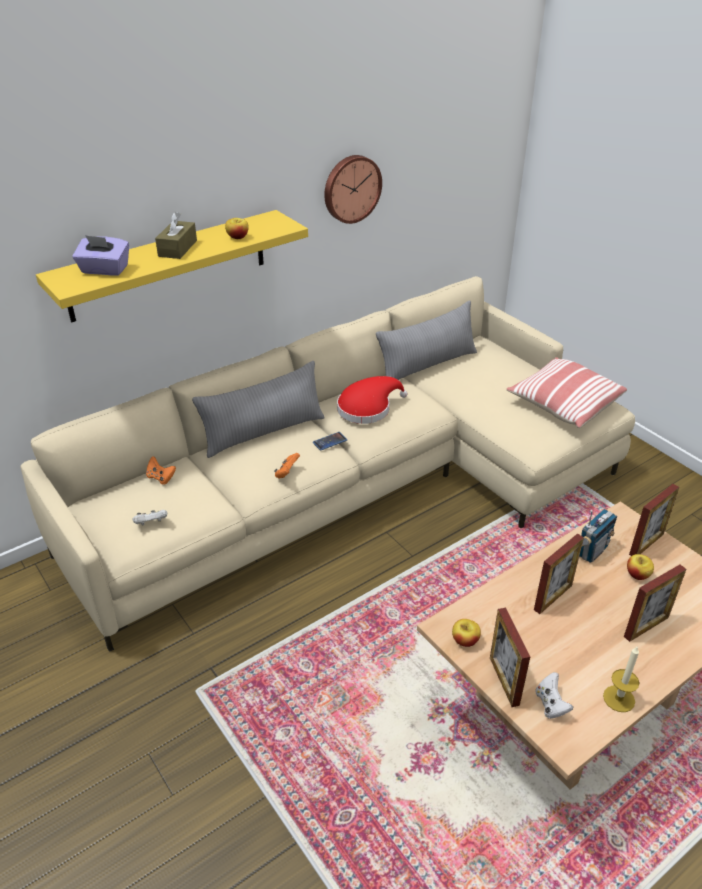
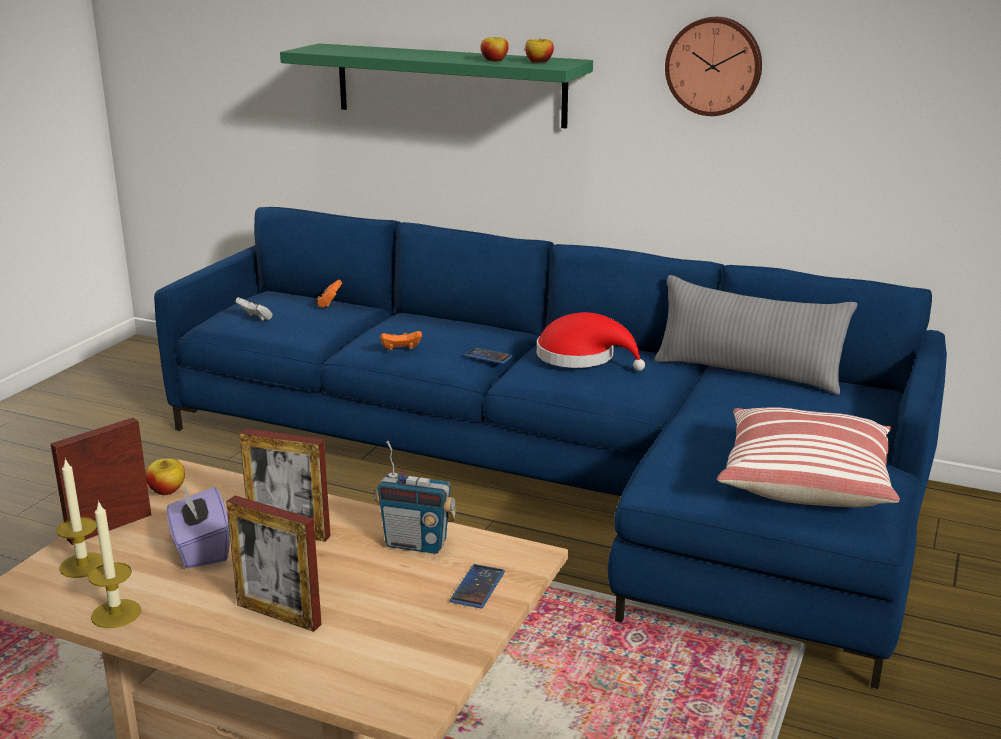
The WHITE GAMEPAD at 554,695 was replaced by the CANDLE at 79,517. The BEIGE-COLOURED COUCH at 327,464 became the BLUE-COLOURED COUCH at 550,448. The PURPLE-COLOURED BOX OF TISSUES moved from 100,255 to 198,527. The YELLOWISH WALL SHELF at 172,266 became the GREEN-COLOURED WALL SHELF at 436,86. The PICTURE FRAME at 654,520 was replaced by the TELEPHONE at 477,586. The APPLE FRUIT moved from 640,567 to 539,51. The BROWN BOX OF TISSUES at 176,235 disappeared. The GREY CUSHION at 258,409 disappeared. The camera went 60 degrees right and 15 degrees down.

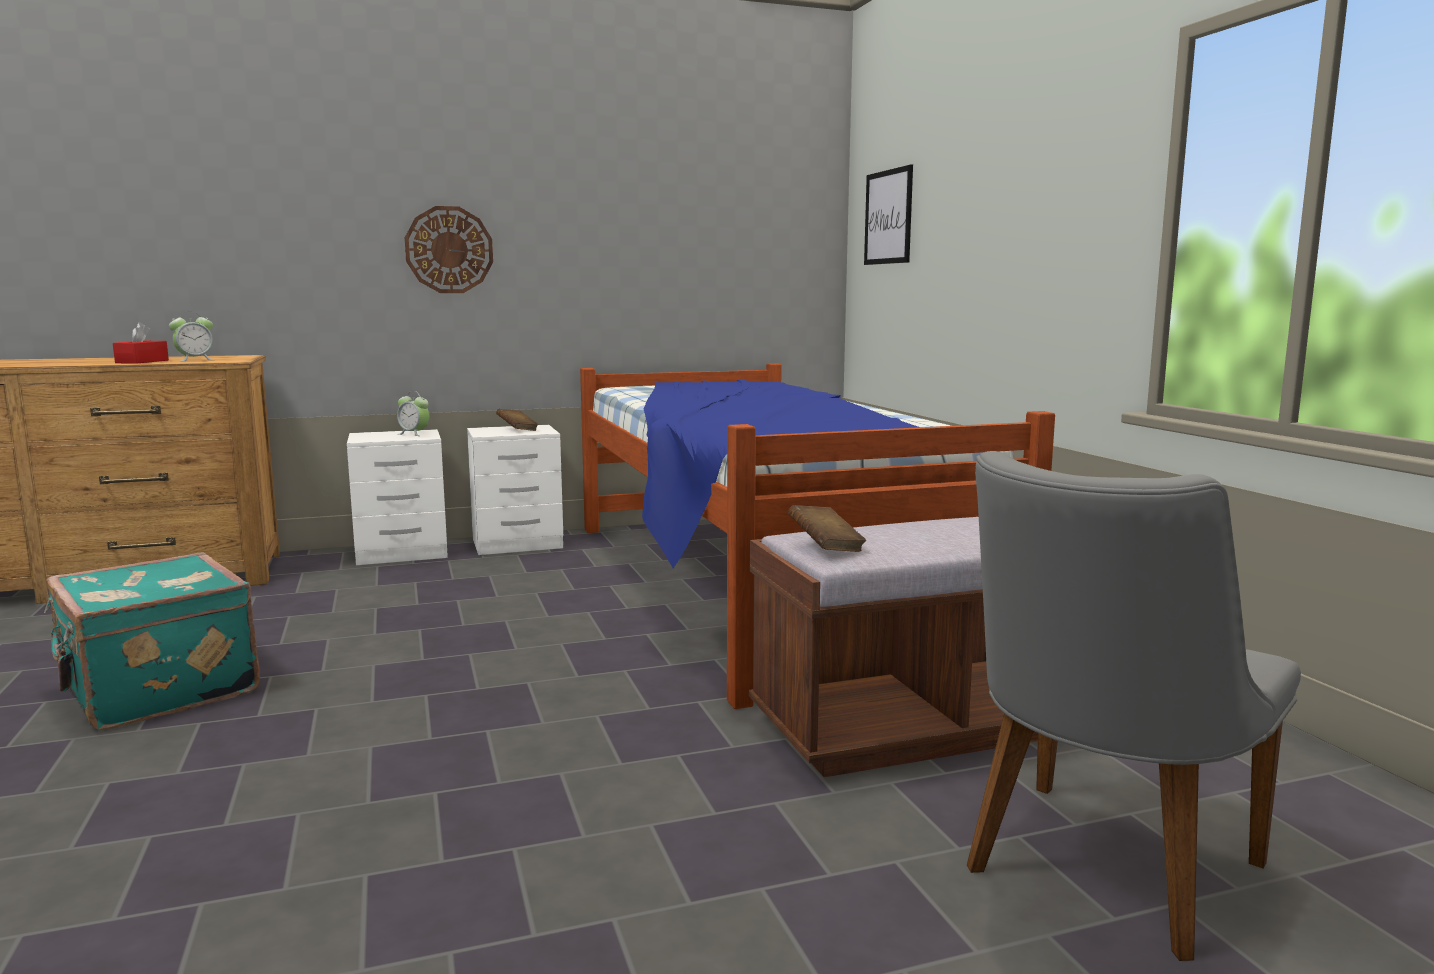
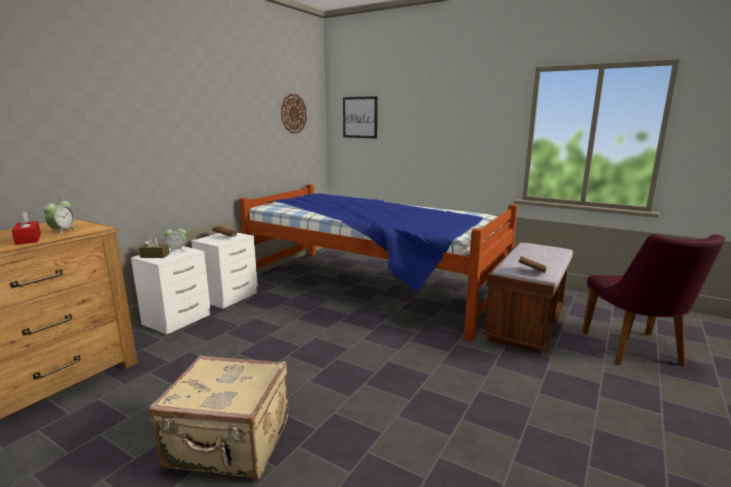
The BROWN BOX OF TISSUES at 154,247 appeared. The BLUE-GREEN SUITCASE at 152,641 became the BEIGE-COLOURED SUITCASE at 219,417. The CLOCK ON THE WALL moved from 449,249 to 294,114. The GREY UPRIGHT CHAIR at 1134,706 became the PURPLE-COLOURED UPRIGHT CHAIR at 653,300. The camera went 40 degrees left and 5 degrees up.

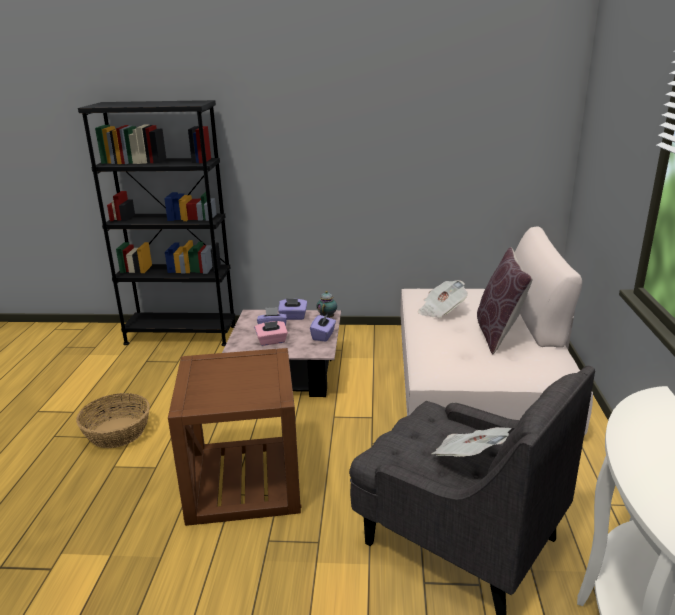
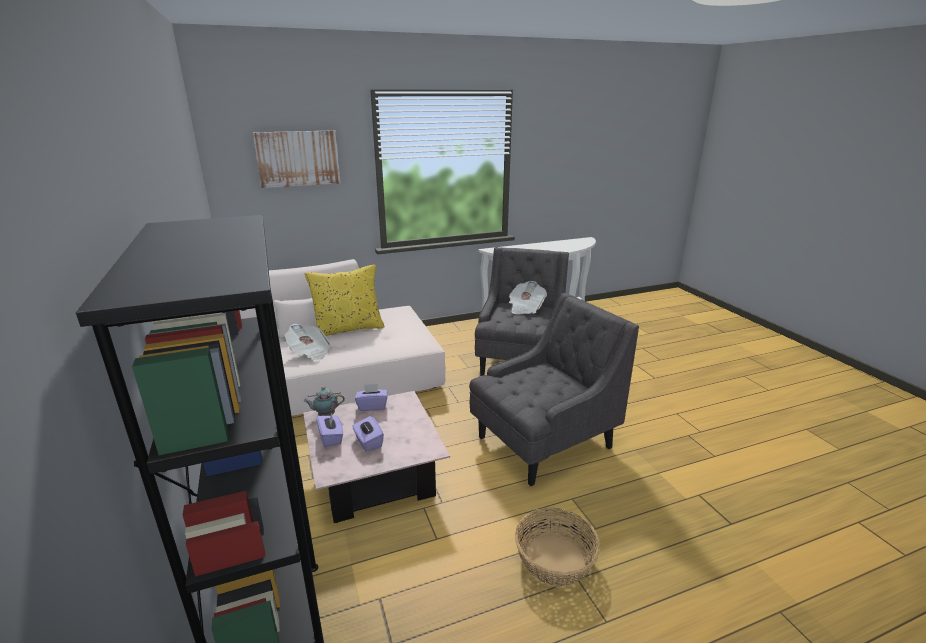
The WALL ART at 297,159 appeared. The BROWN CUSHION at 505,300 became the YELLOWISH CUSHION at 345,300. The BROWN ACCENT TABLE at 235,437 was replaced by the GREY ARMCHAIR at 554,389. The PINKISH BOX OF TISSUES at 271,333 disappeared. The camera went 115 degrees left and 0 degrees up.

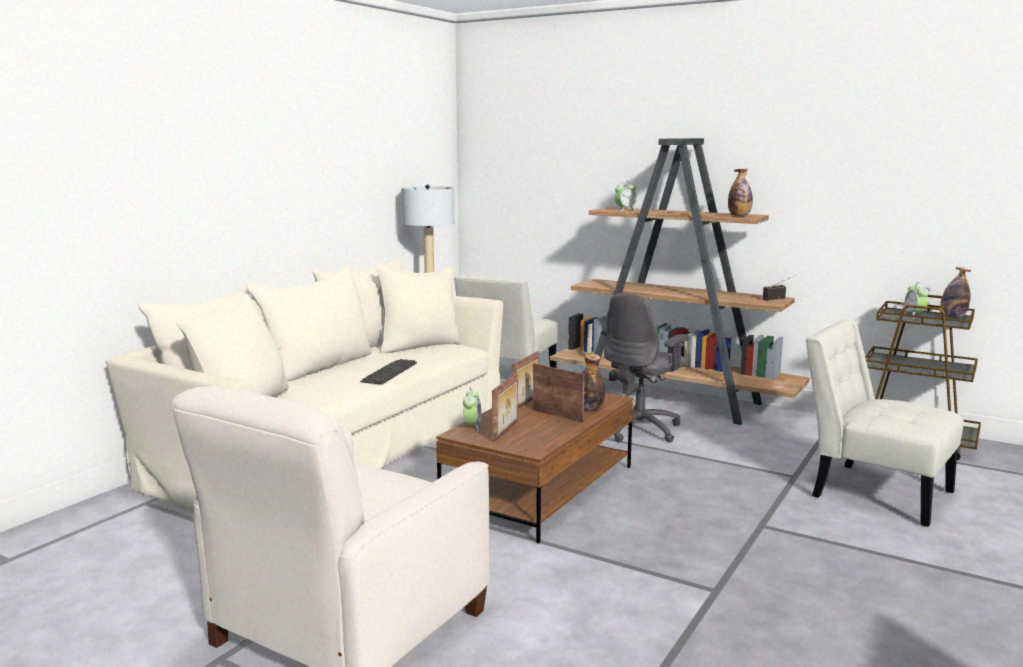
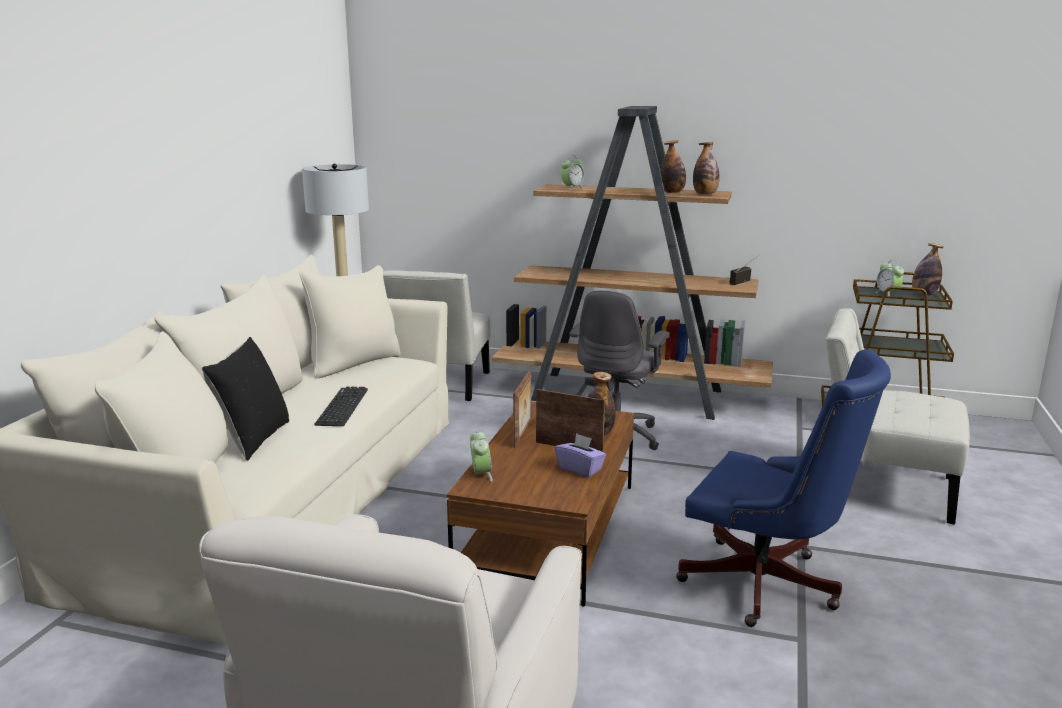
The BLACKISH CUSHION at 245,399 appeared. The PURPLE-COLOURED BOX OF TISSUES at 580,455 appeared. The DRINK BOTTLE at 673,166 appeared. The BLUE-COLOURED DESK CHAIR at 783,488 appeared. The PICTURE FRAME at 505,408 disappeared. The camera went 15 degrees left and 5 degrees up.

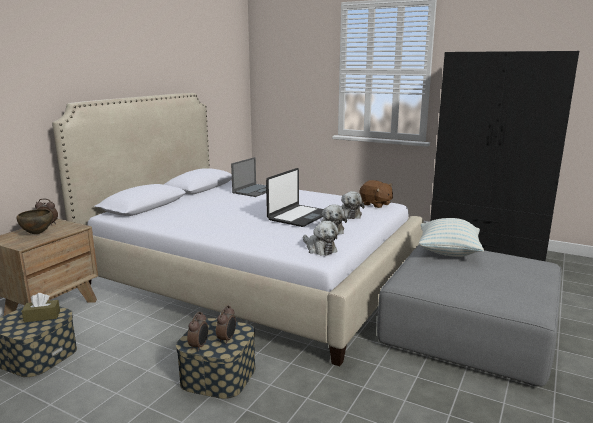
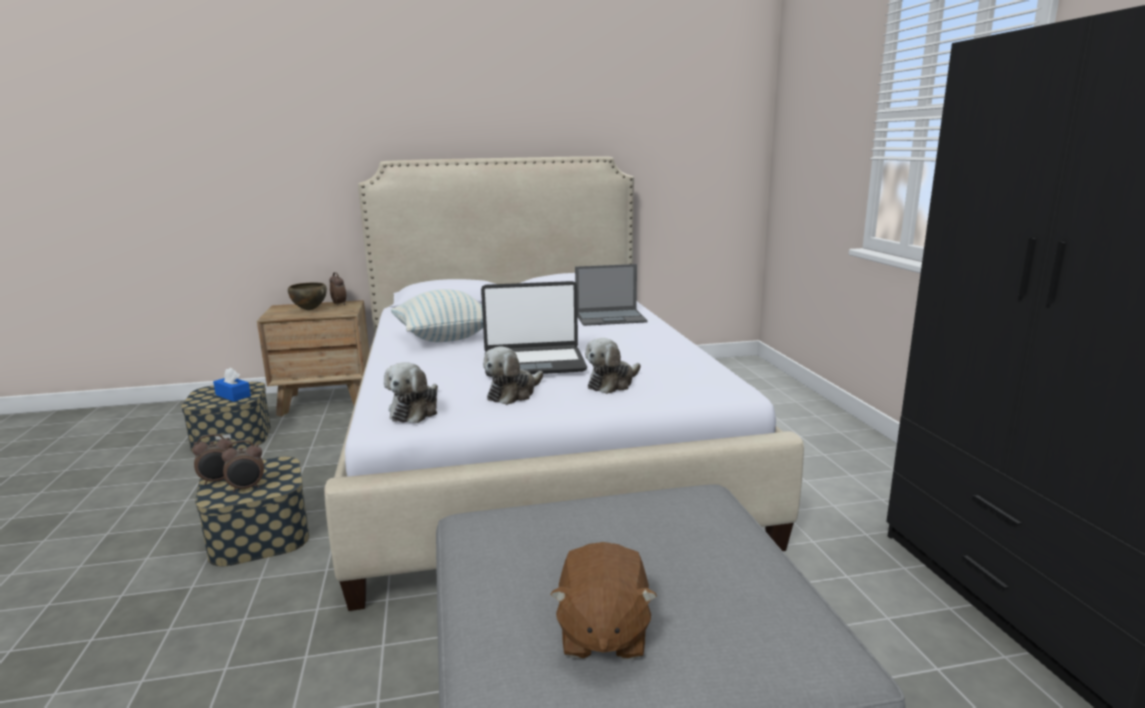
The BROWN BOX OF TISSUES at 41,308 became the BLUE-COLOURED BOX OF TISSUES at 232,385. The CUSHION moved from 451,237 to 437,315. The BROWN CUDDLY TOY moved from 376,194 to 603,600. The camera went 50 degrees right and 0 degrees up.

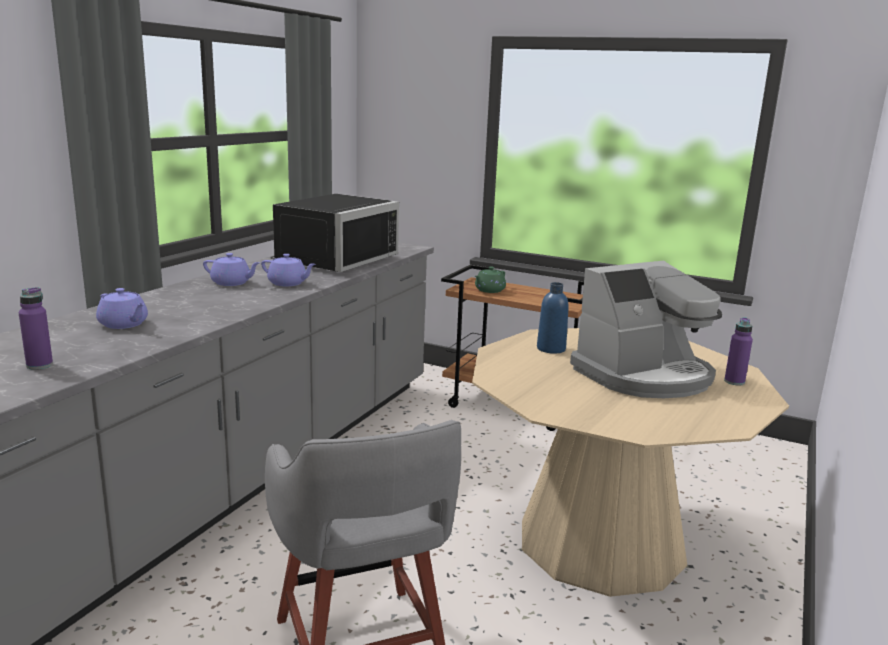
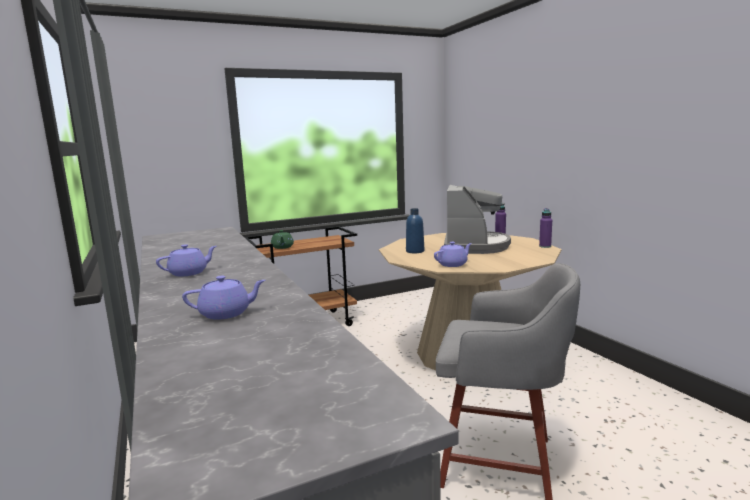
The PURPLE-COLOURED TEAPOT moved from 288,270 to 453,254. The PURPLE-COLOURED DRINK BOTTLE moved from 36,328 to 545,228. The BLACKISH MICROWAVE at 334,233 disappeared. The camera went 50 degrees left and 5 degrees down.

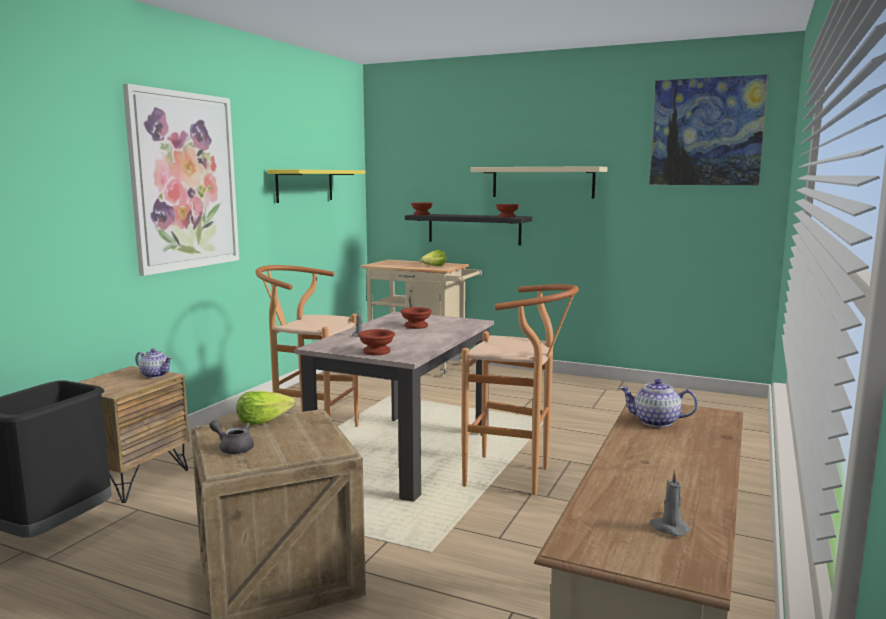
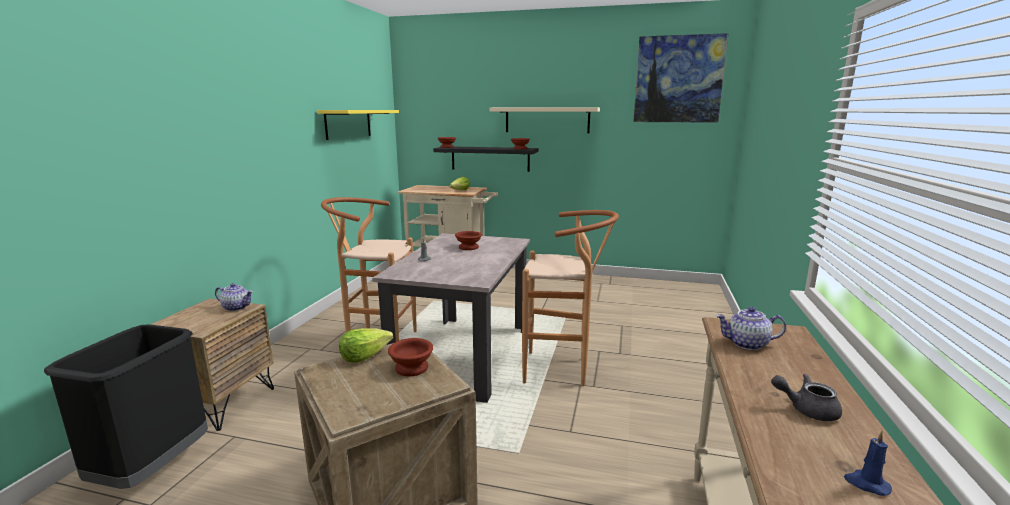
The BROWN DEEP DISH moved from 376,342 to 410,357. The GREY TEAPOT moved from 231,437 to 806,397. The GREY CANDLE at 670,503 became the BLUE-COLOURED CANDLE at 868,463. The WALL ART at 181,180 disappeared. The camera went 10 degrees left and 5 degrees up.

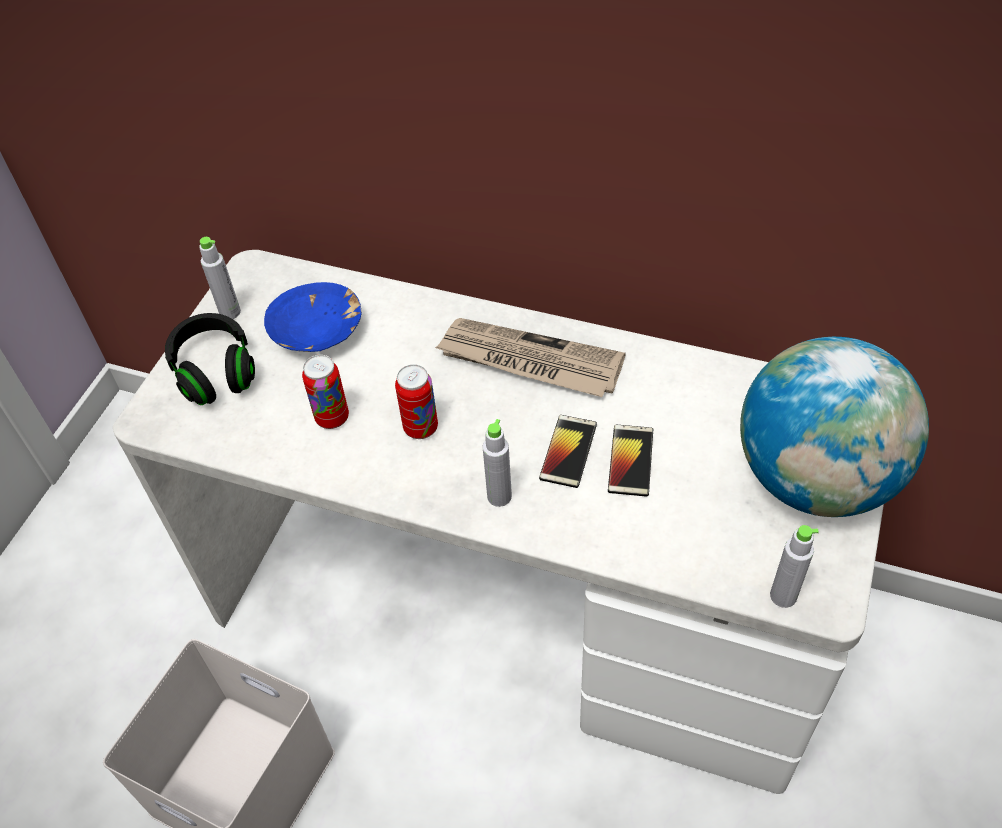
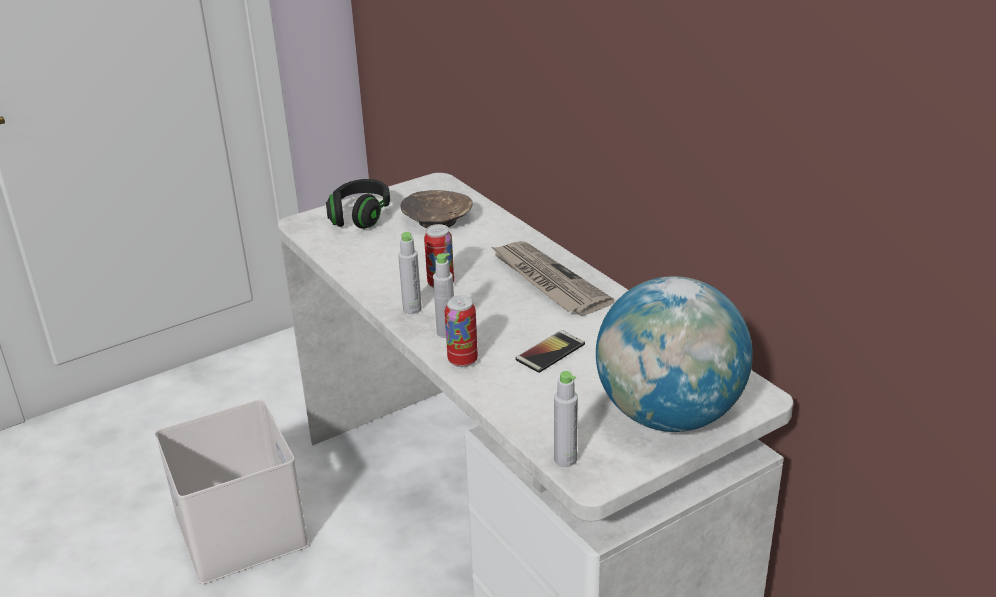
The GREY DRINK BOTTLE moved from 220,278 to 410,273. The BLUE-COLOURED DEEP DISH at 313,317 became the BROWN DEEP DISH at 437,209. The METAL CAN moved from 325,392 to 461,331. The TELEPHONE at 568,451 disappeared. The camera went 35 degrees right and 20 degrees down.

